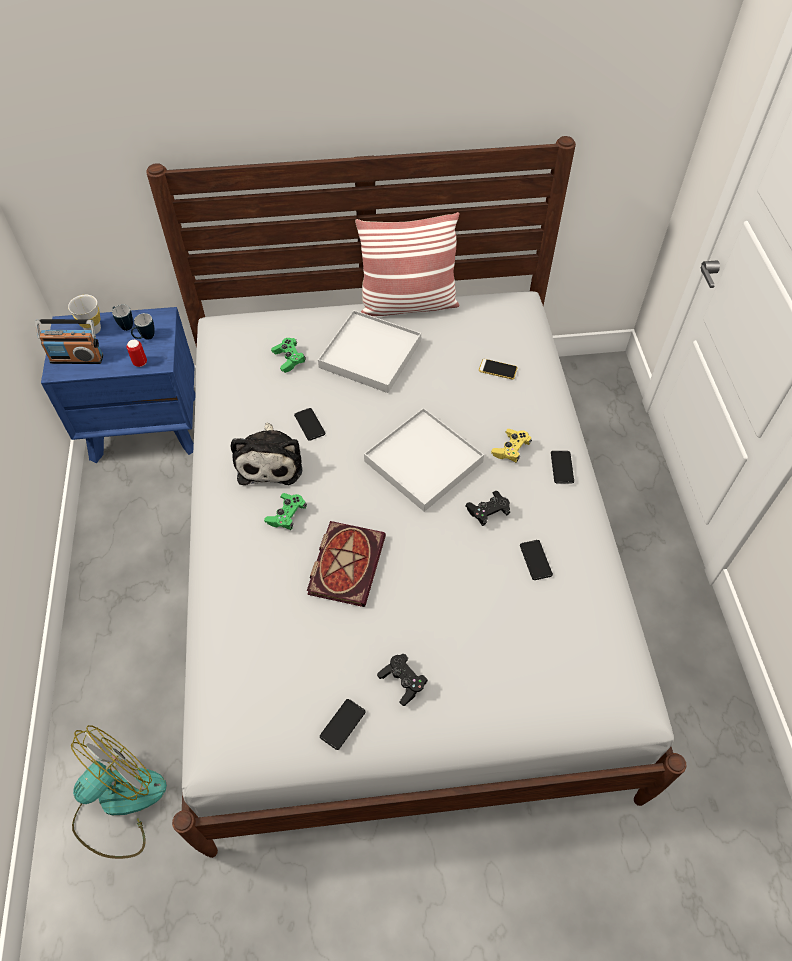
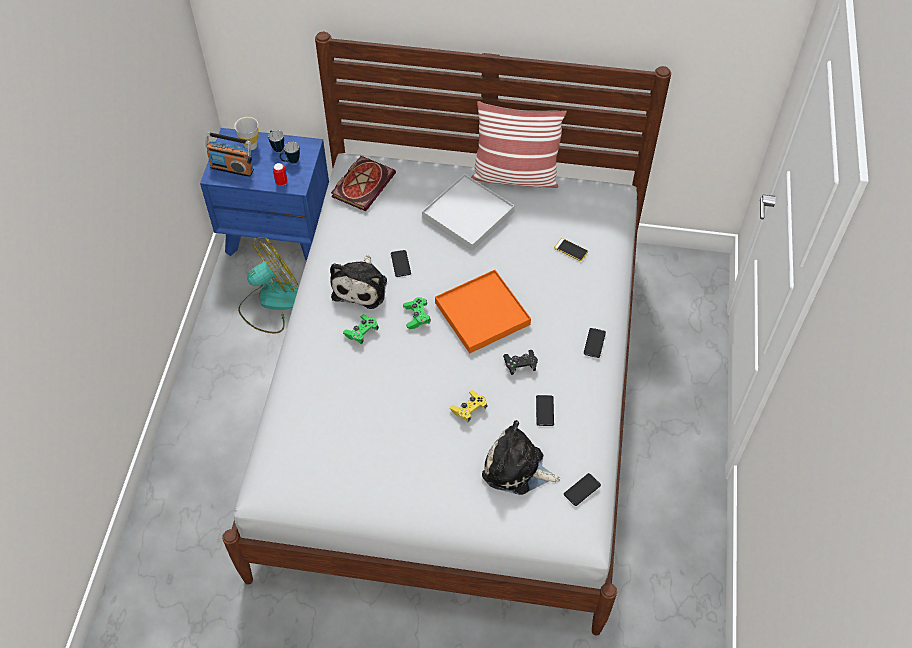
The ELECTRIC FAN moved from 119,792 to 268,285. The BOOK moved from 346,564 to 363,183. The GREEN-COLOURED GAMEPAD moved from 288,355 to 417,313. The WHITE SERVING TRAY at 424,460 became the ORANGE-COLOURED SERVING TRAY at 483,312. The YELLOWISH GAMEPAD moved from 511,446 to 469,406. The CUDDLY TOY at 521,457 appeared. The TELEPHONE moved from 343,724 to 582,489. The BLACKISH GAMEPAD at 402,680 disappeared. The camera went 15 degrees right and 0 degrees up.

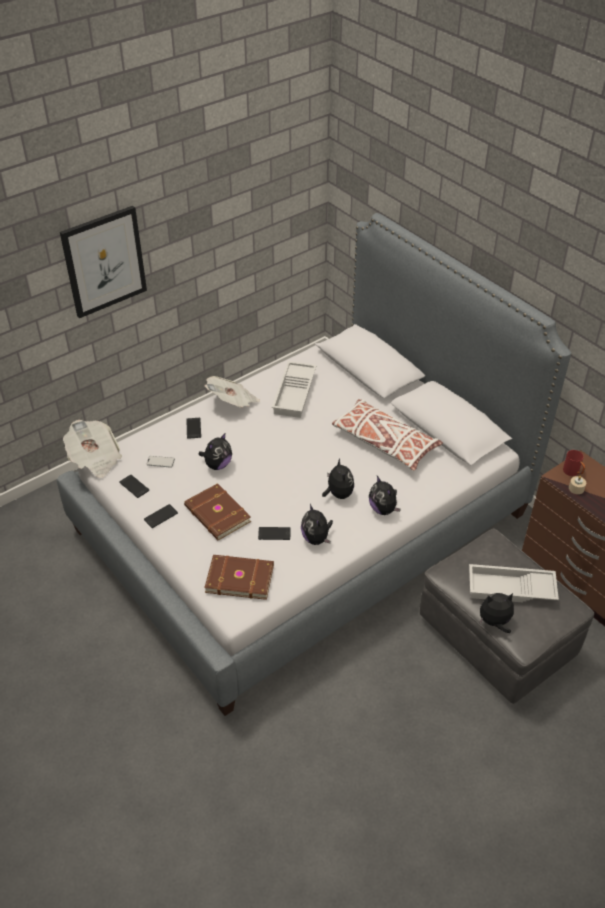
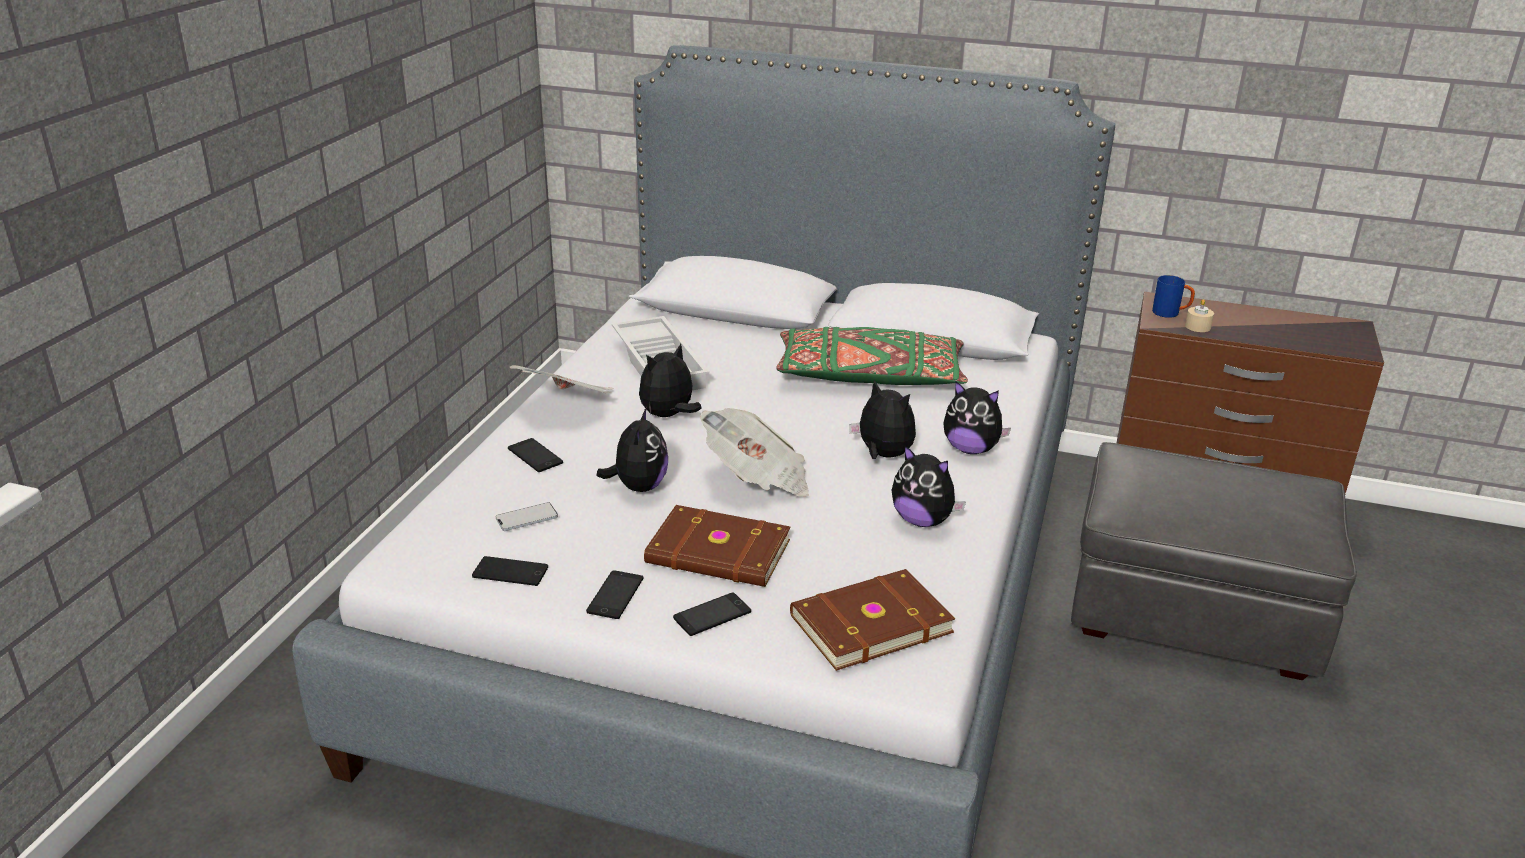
The CUDDLY TOY moved from 497,613 to 670,380. The TELEPHONE moved from 274,533 to 712,614. The DAILY PAPER moved from 92,449 to 754,452. The WHITE CUSHION at 387,435 became the GREEN-COLOURED CUSHION at 872,356. The REDDISH TEA MUG at 574,463 became the BLUE-COLOURED TEA MUG at 1173,296. The WALL ART at 103,262 disappeared. The WHITE SERVING TRAY at 514,583 disappeared. The camera went 35 degrees left and 15 degrees down.

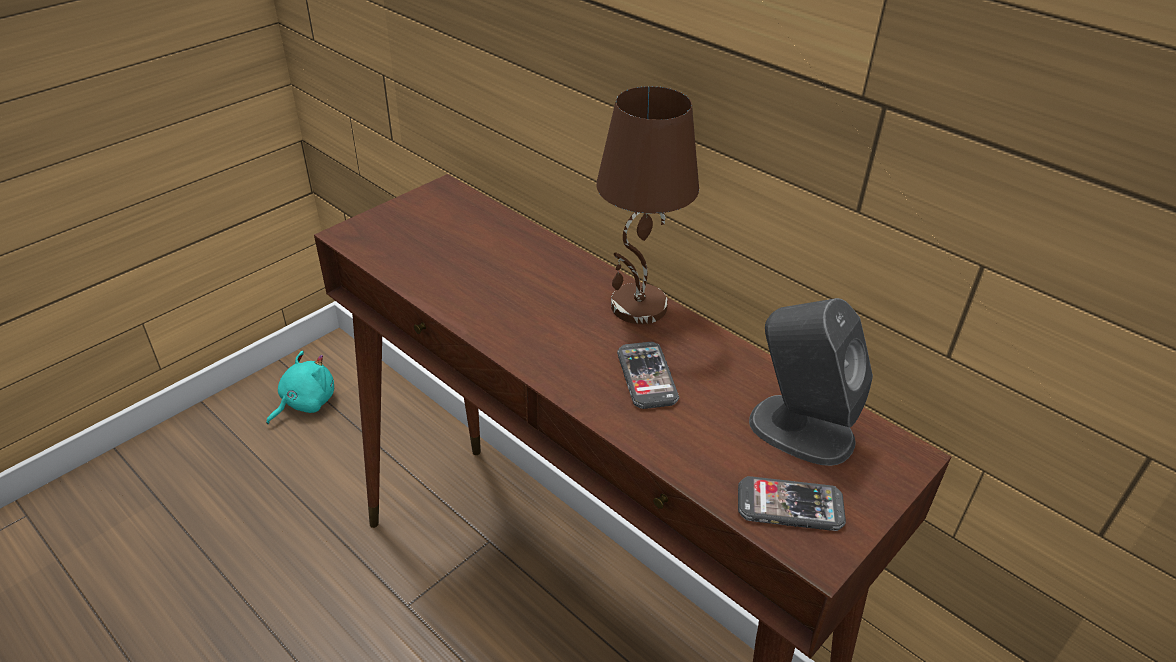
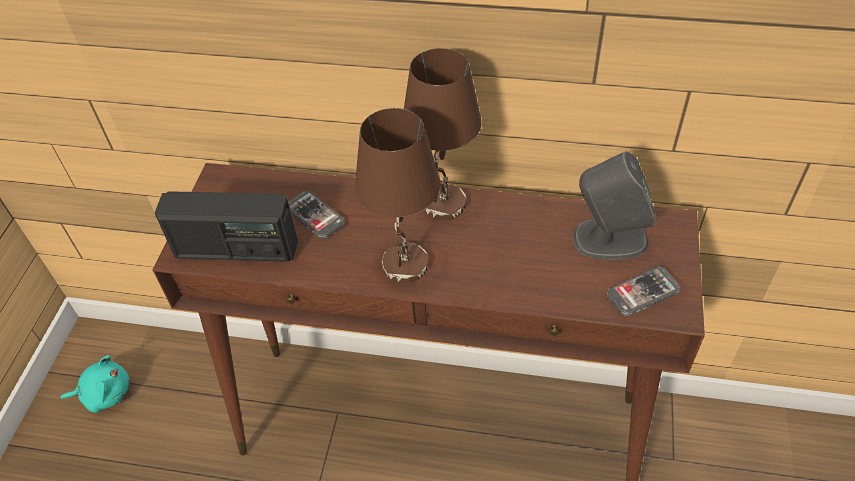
The BLUE-GREEN CUDDLY TOY at 300,387 turned 75 degrees clockwise. The RADIO at 226,226 appeared. The TELEPHONE moved from 648,375 to 316,214. The BROWN LAMP FOR A TABLE at 397,195 appeared. The camera went 30 degrees left and 10 degrees up.

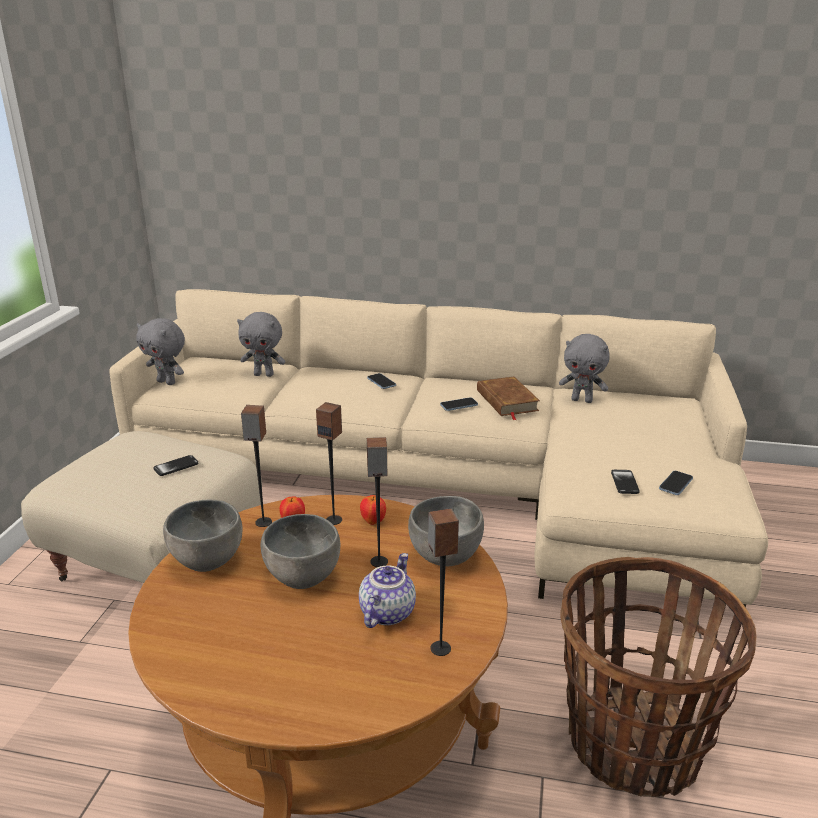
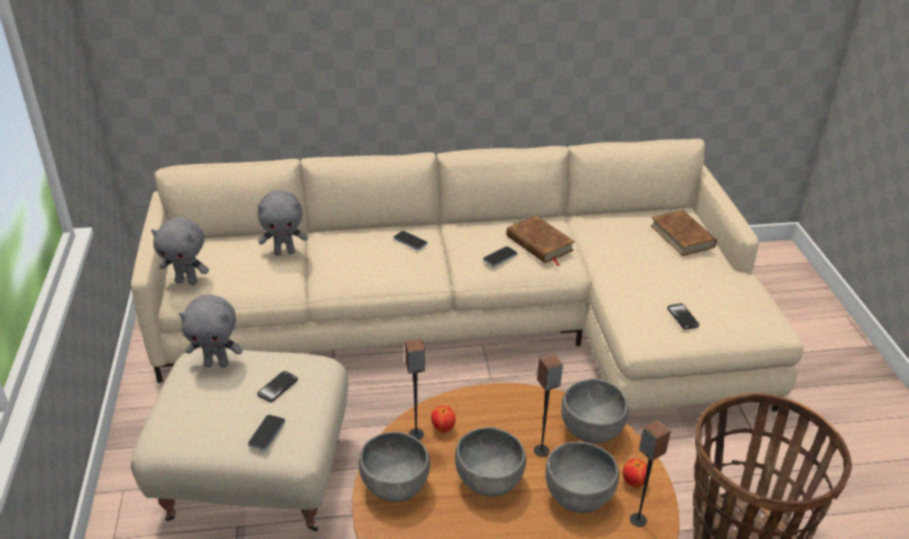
The GREY CUDDLY TOY moved from 584,368 to 211,330. The TELEPHONE moved from 676,483 to 266,432. The TEAPOT at 387,590 was replaced by the GREY DEEP DISH at 582,477. The APPLE FRUIT moved from 373,510 to 635,473. The BROWN BOOK at 684,233 appeared. The AUDIO SPEAKER at 329,463 disappeared. The camera went 20 degrees left and 10 degrees up.

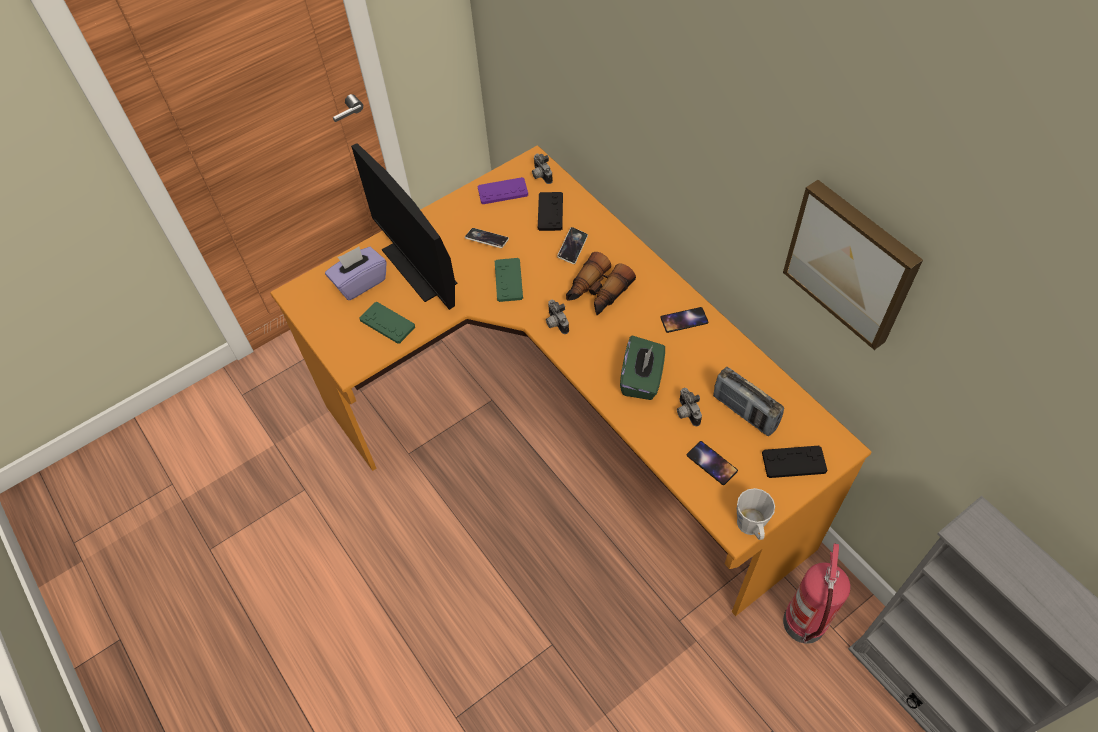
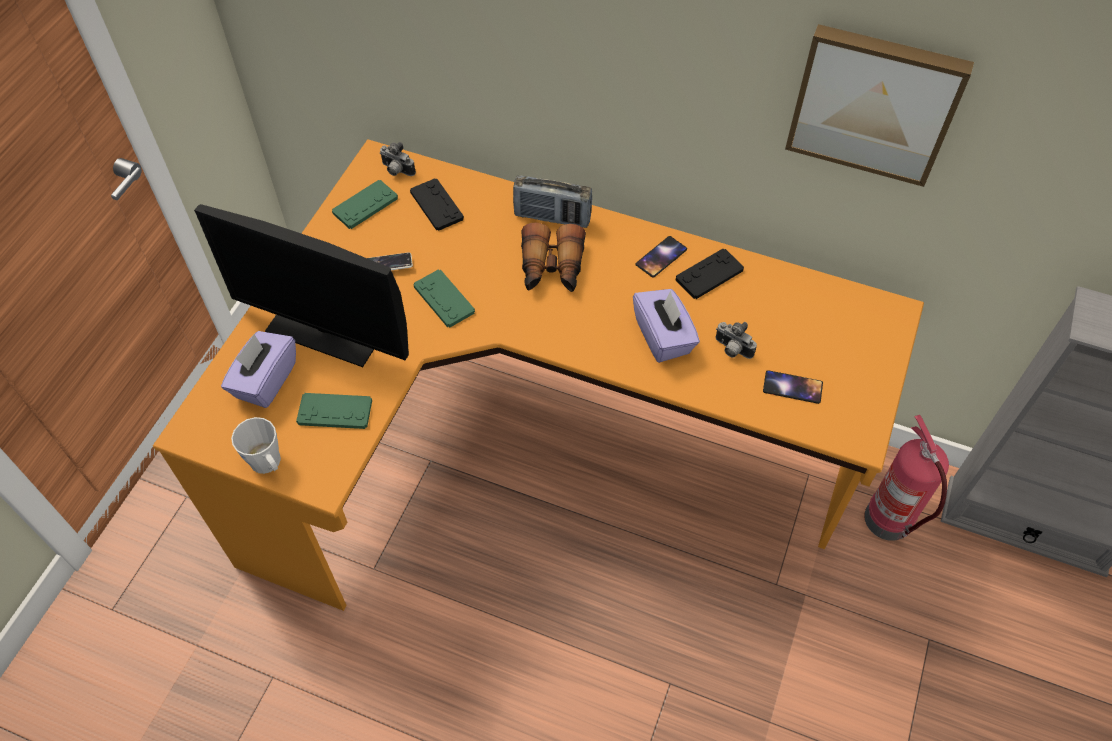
The GREY TEA MUG moved from 756,514 to 256,445. The PURPLE-COLOURED GAMEPAD at 503,190 became the GREEN-COLOURED GAMEPAD at 365,204. The RADIO moved from 748,401 to 552,201. The GREEN-COLOURED BOX OF TISSUES at 642,367 became the PURPLE-COLOURED BOX OF TISSUES at 666,326. The BLACKISH GAMEPAD moved from 794,461 to 710,274. The PHOTO CAMERA at 557,316 disappeared. The TELEPHONE at 572,245 disappeared. The camera went 35 degrees left and 0 degrees up.

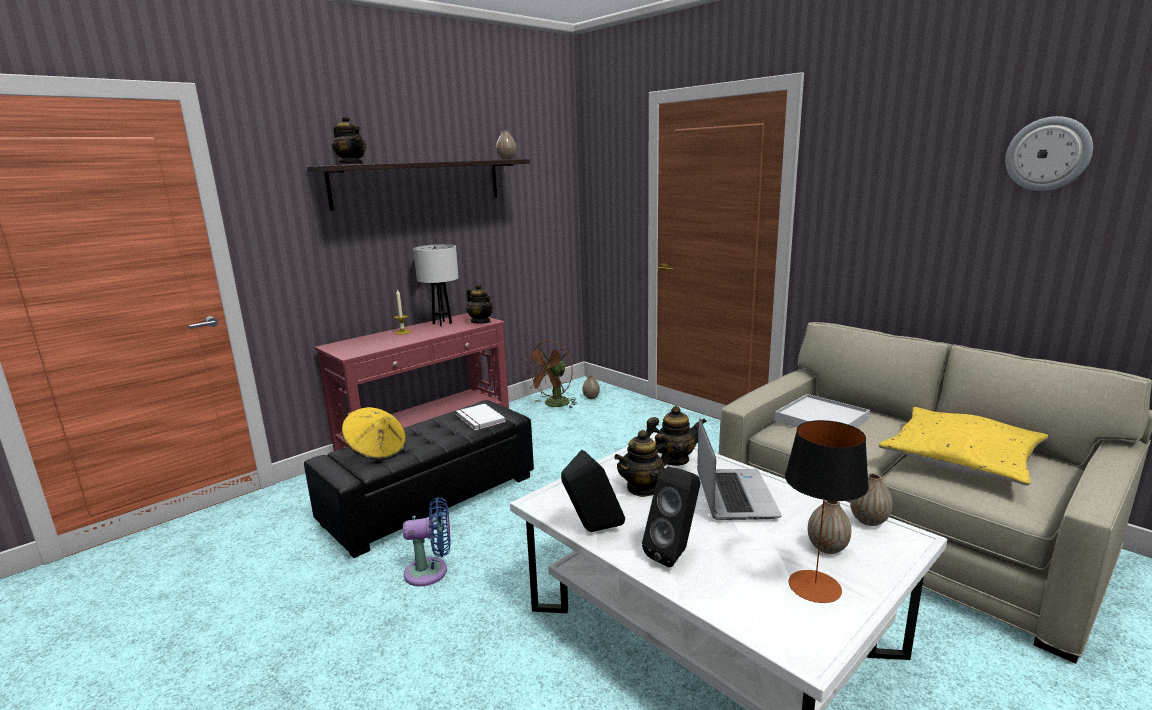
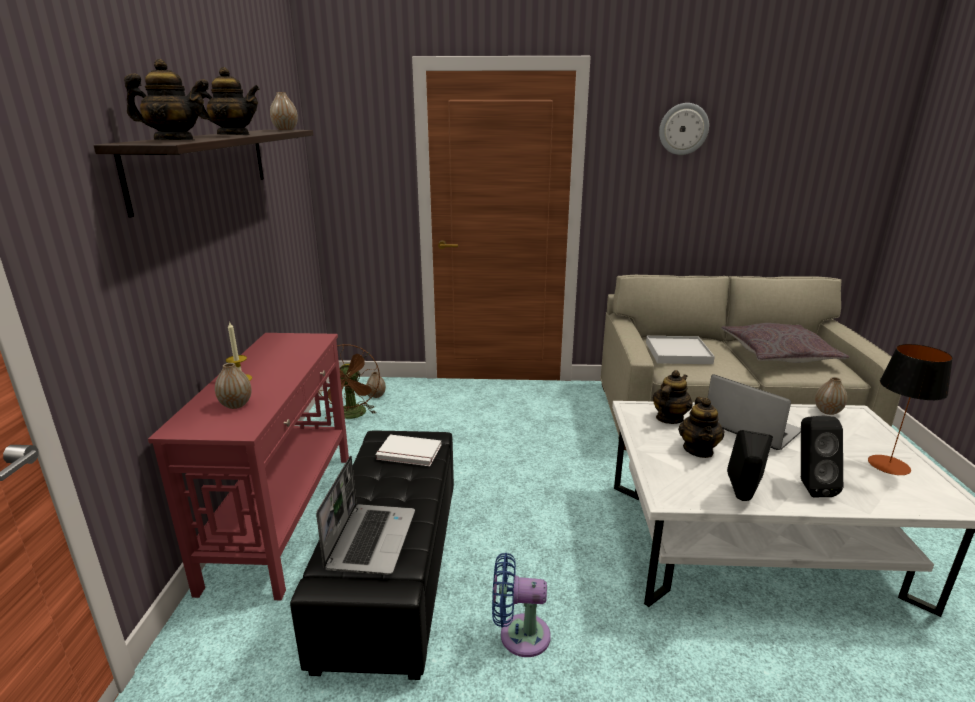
The TEAPOT moved from 480,303 to 227,101. The DECORATIVE VASE moved from 829,527 to 233,386. The YELLOWISH HAT at 374,433 was replaced by the NOTEBOOK COMPUTER at 365,515. The BLUE-COLOURED ELECTRIC FAN at 426,542 turned 120 degrees counterclockwise. The CLOCK ON THE WALL moved from 1049,153 to 684,129. The YELLOWISH CUSHION at 963,446 became the GREY CUSHION at 785,343. The WHITE LAMP FOR A TABLE at 436,285 disappeared. The camera went 45 degrees left and 5 degrees up.

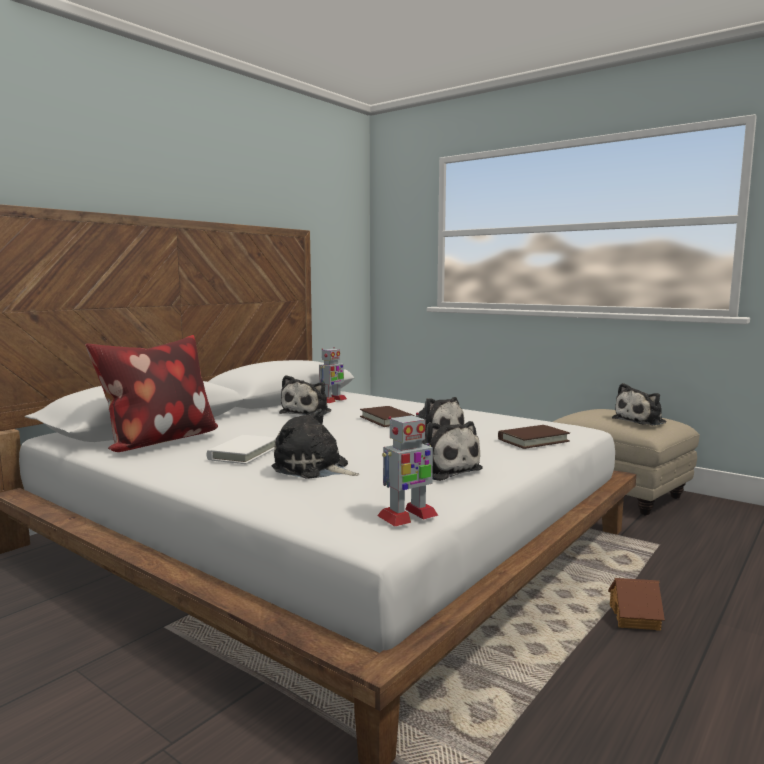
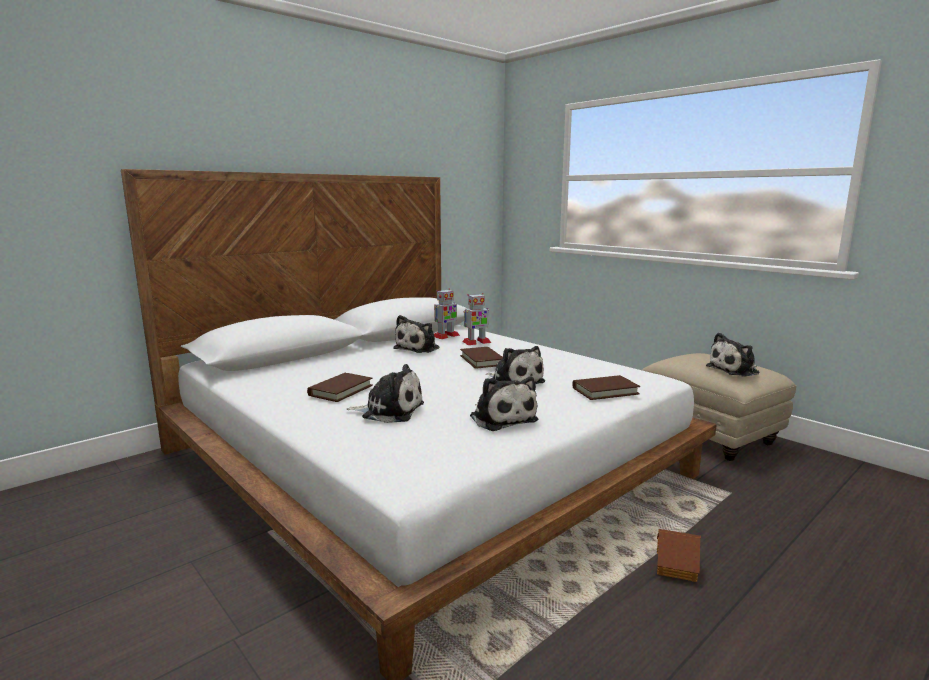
The WHITE BOOK at 241,449 became the BROWN BOOK at 340,387. The CUDDLY TOY at 315,444 turned 150 degrees clockwise. The ROBOT FIGURE moved from 408,470 to 476,319. The CUSHION at 151,393 disappeared. The camera went 10 degrees right and 5 degrees up.

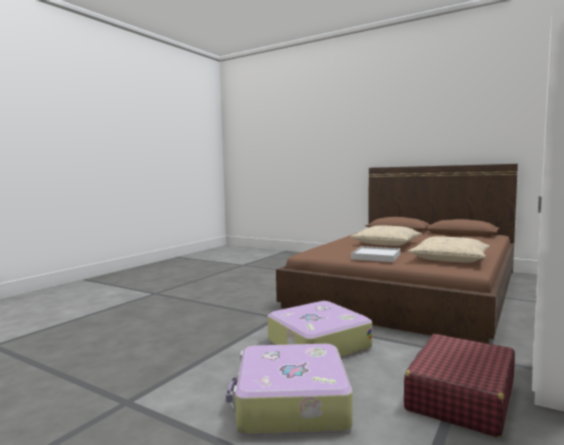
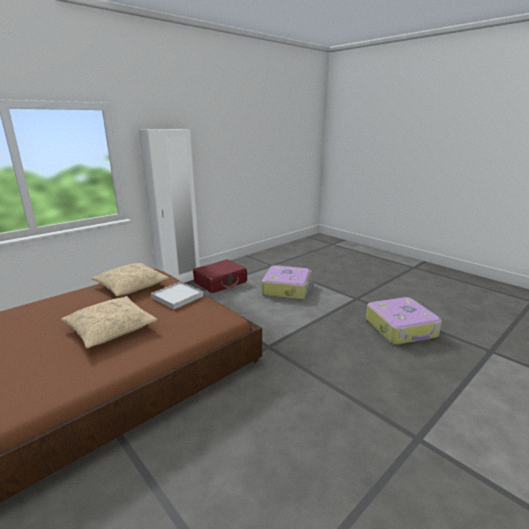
The SUITCASE moved from 320,329 to 404,321. The camera went 165 degrees left and 15 degrees up.

